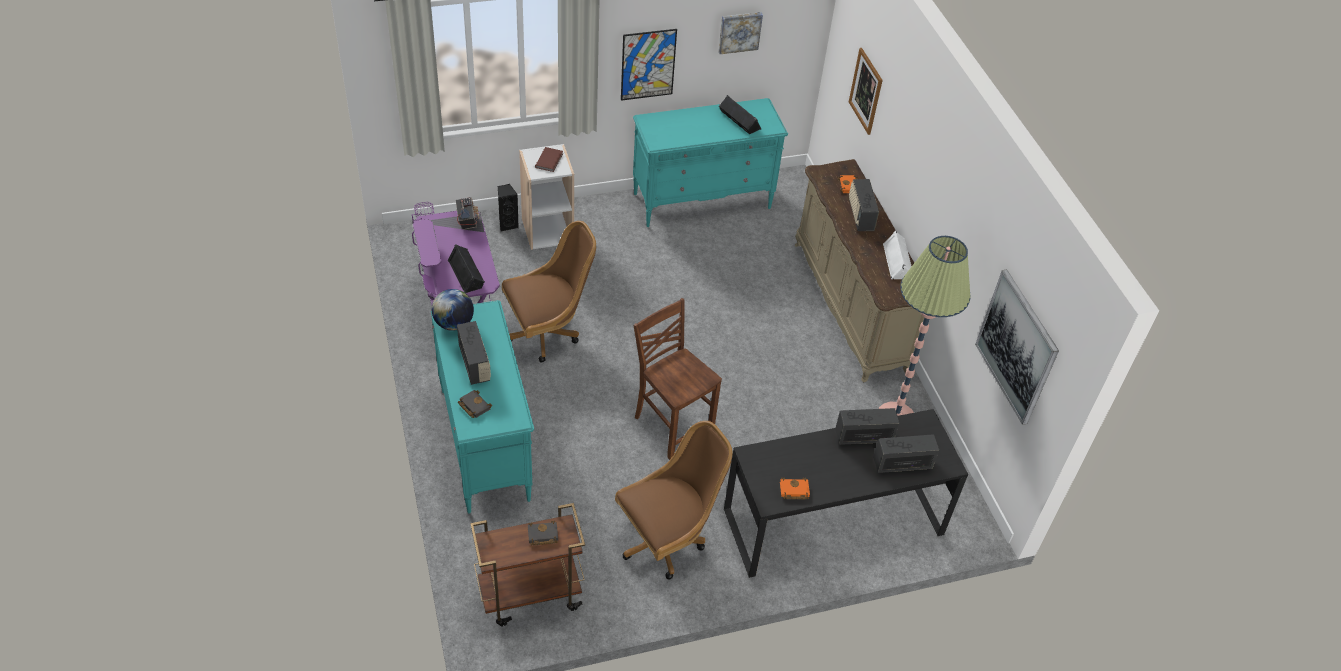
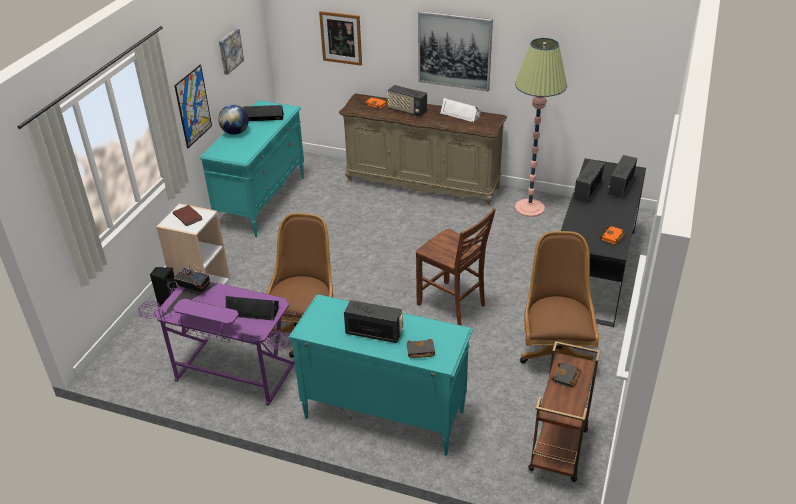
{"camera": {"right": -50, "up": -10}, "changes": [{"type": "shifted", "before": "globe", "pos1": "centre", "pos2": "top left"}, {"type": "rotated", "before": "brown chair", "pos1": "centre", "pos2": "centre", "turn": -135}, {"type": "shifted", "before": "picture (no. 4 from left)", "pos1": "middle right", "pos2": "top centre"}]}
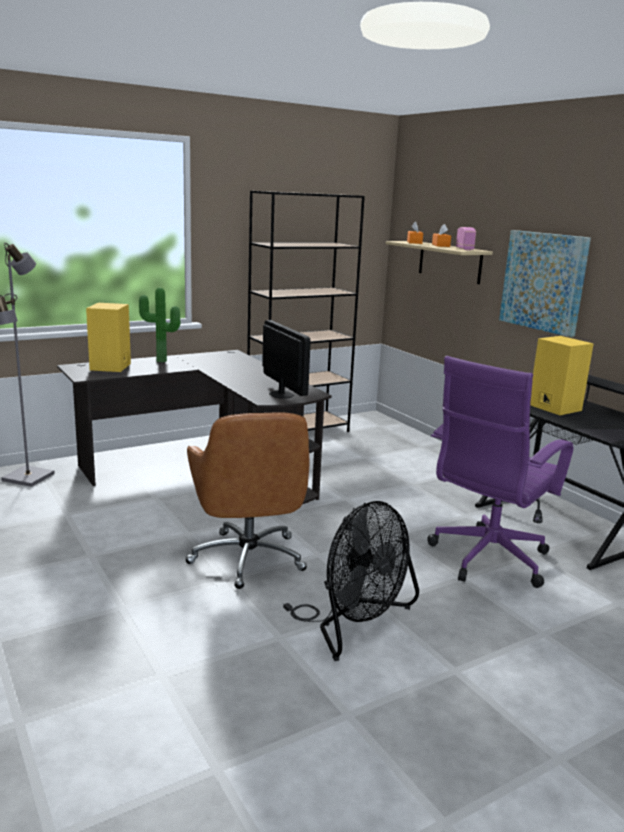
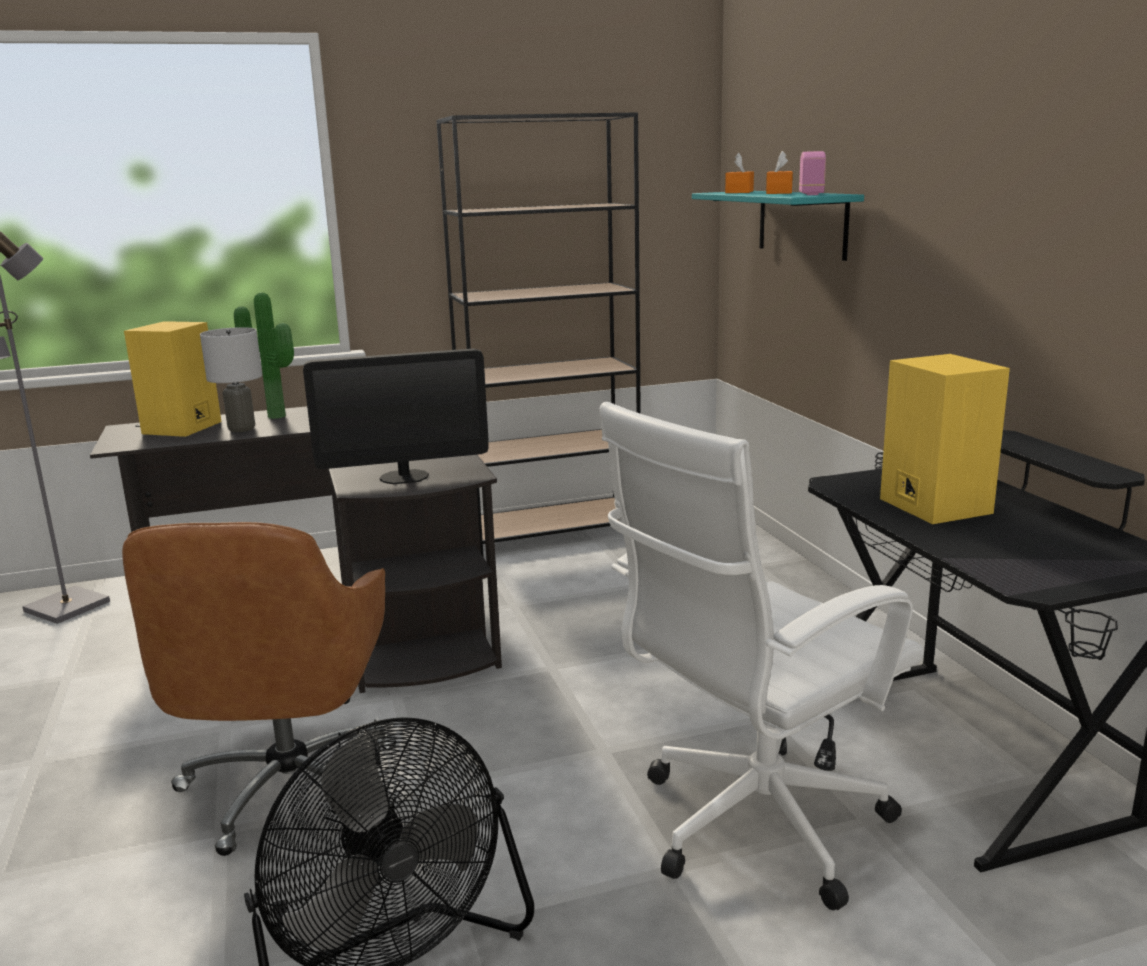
{"camera": {"right": 15, "up": 0}, "changes": [{"type": "rotated", "before": "monitor", "pos1": "centre", "pos2": "centre", "turn": 90}, {"type": "repainted", "before": "beige shelf", "after": "turquoise shelf", "pos1": "top right", "pos2": "top right"}, {"type": "repainted", "before": "purple office chair", "after": "white office chair", "pos1": "middle right", "pos2": "bottom centre"}, {"type": "gone", "before": "picture", "pos1": "middle right"}, {"type": "new", "after": "white table lamp", "pos2": "middle left"}]}
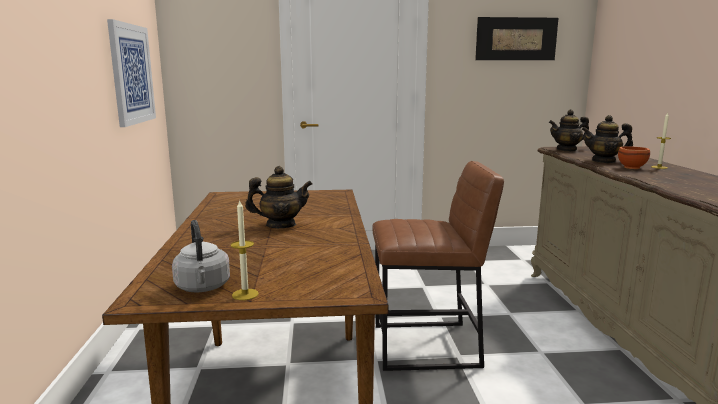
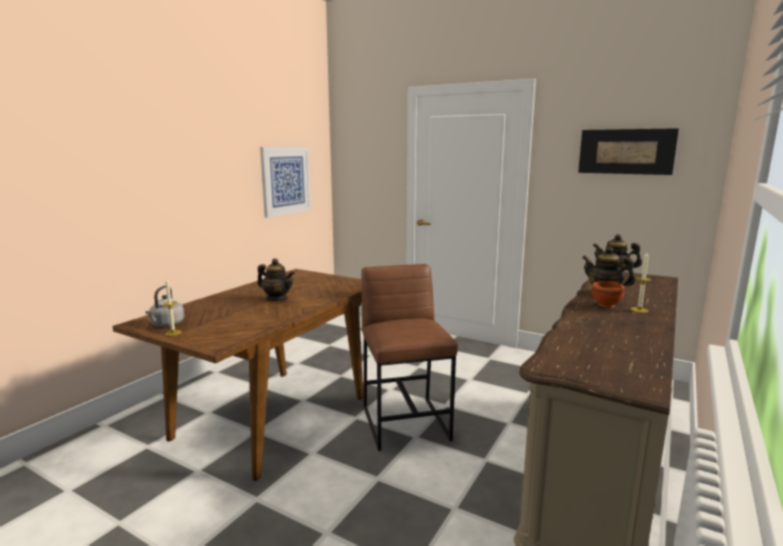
{"camera": {"right": 35, "up": 0}, "changes": [{"type": "rotated", "before": "brown chair", "pos1": "centre", "pos2": "centre", "turn": -135}]}
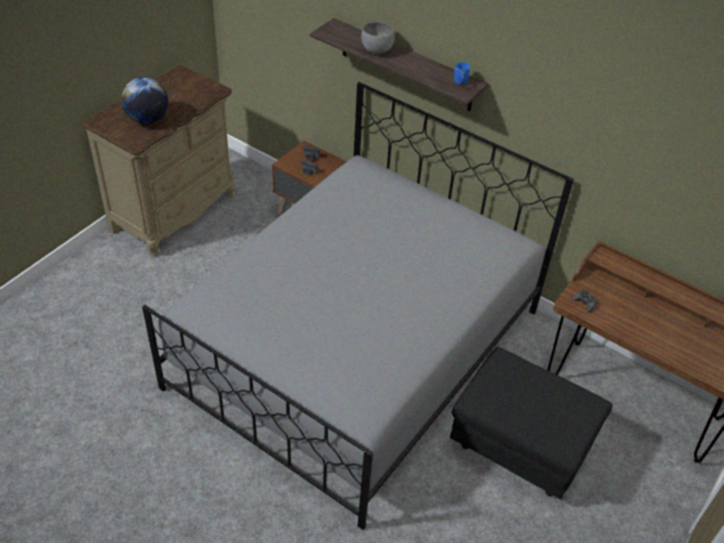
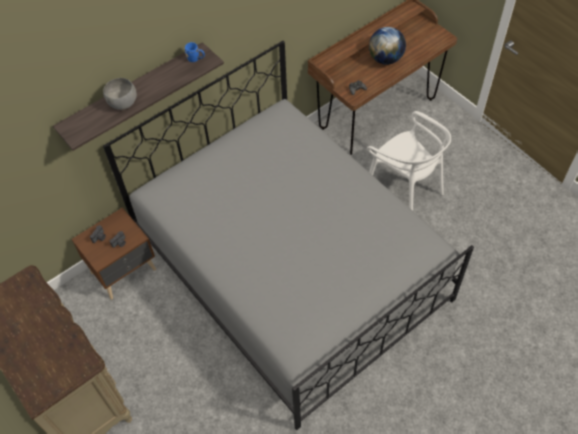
{"camera": {"right": -70, "up": 10}, "changes": [{"type": "shifted", "before": "globe", "pos1": "top left", "pos2": "top right"}, {"type": "swapped", "before": "black ottoman", "after": "white chair", "pos1": "bottom right", "pos2": "middle right"}]}
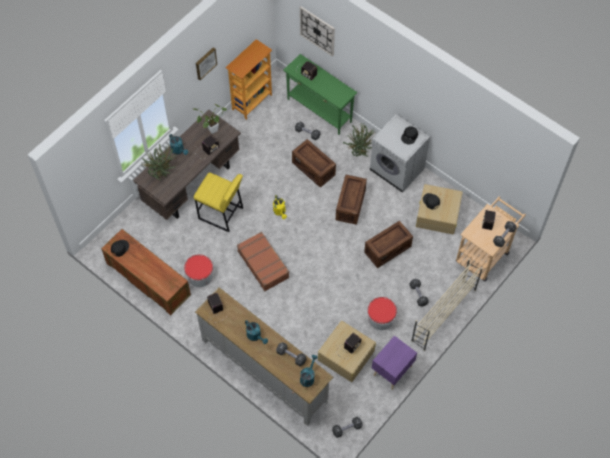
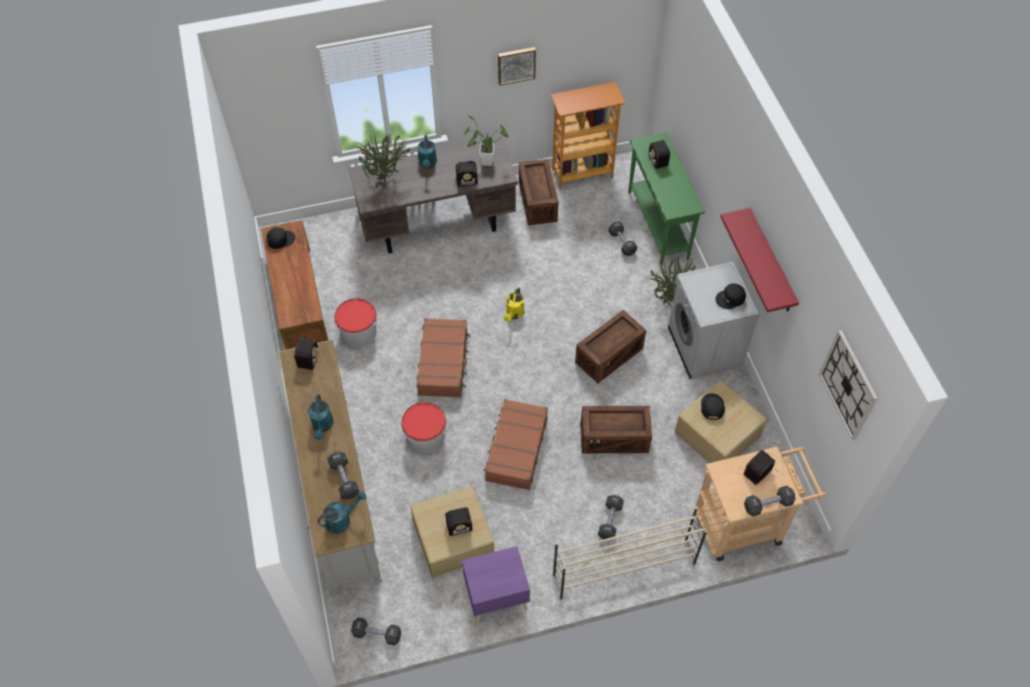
{"camera": {"right": 35, "up": -5}, "changes": [{"type": "gone", "before": "yellow chair", "pos1": "centre"}, {"type": "shifted", "before": "crate (no. 1 from left)", "pos1": "centre", "pos2": "top centre"}, {"type": "shifted", "before": "wall clock", "pos1": "top centre", "pos2": "middle right"}, {"type": "shifted", "before": "bucket (no. 2 from left)", "pos1": "bottom centre", "pos2": "centre"}, {"type": "new", "after": "brown suitcase (no. 2 from left)", "pos2": "centre"}, {"type": "new", "after": "red shelf", "pos2": "middle right"}]}
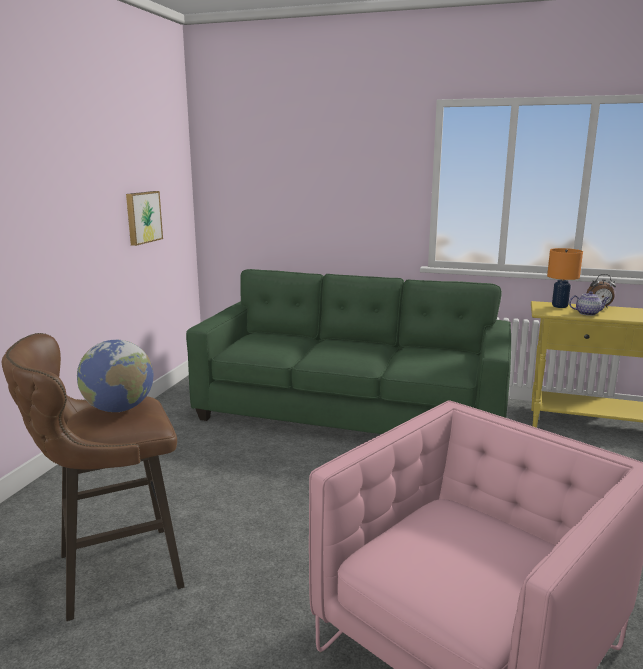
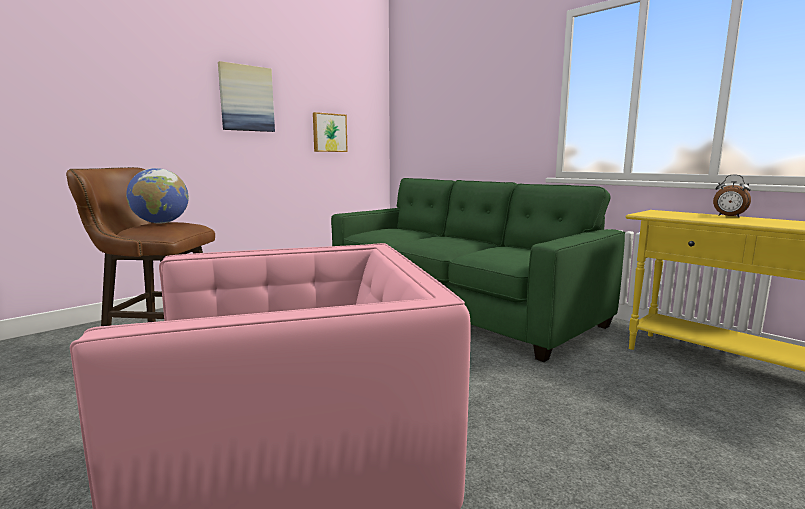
{"camera": {"right": 30, "up": -5}, "changes": [{"type": "gone", "before": "orange table lamp", "pos1": "middle right"}, {"type": "gone", "before": "teapot", "pos1": "middle right"}, {"type": "new", "after": "picture (no. 1 from left)", "pos2": "top left"}]}
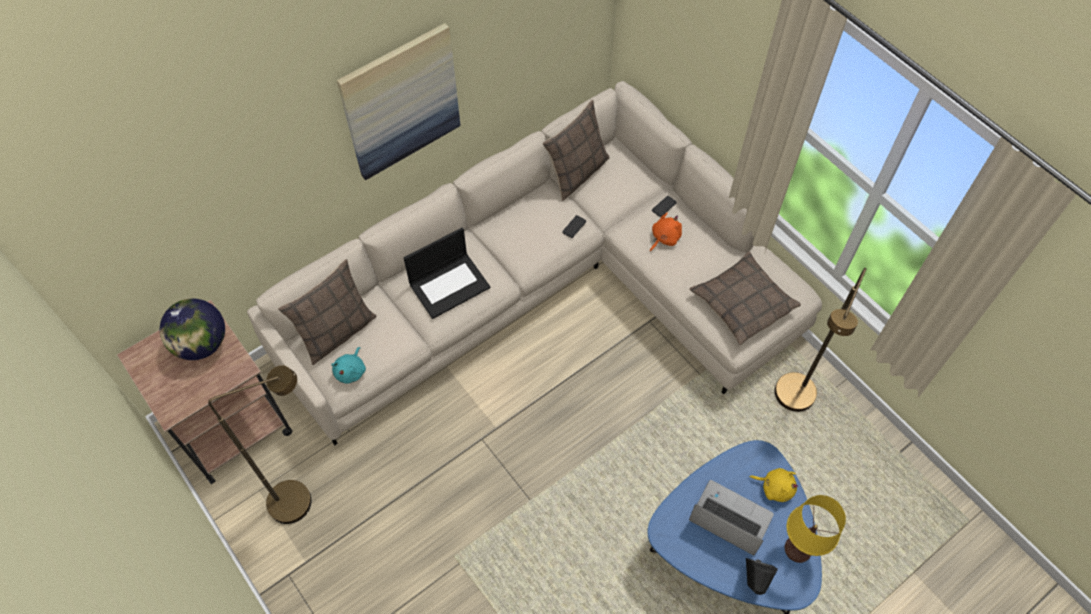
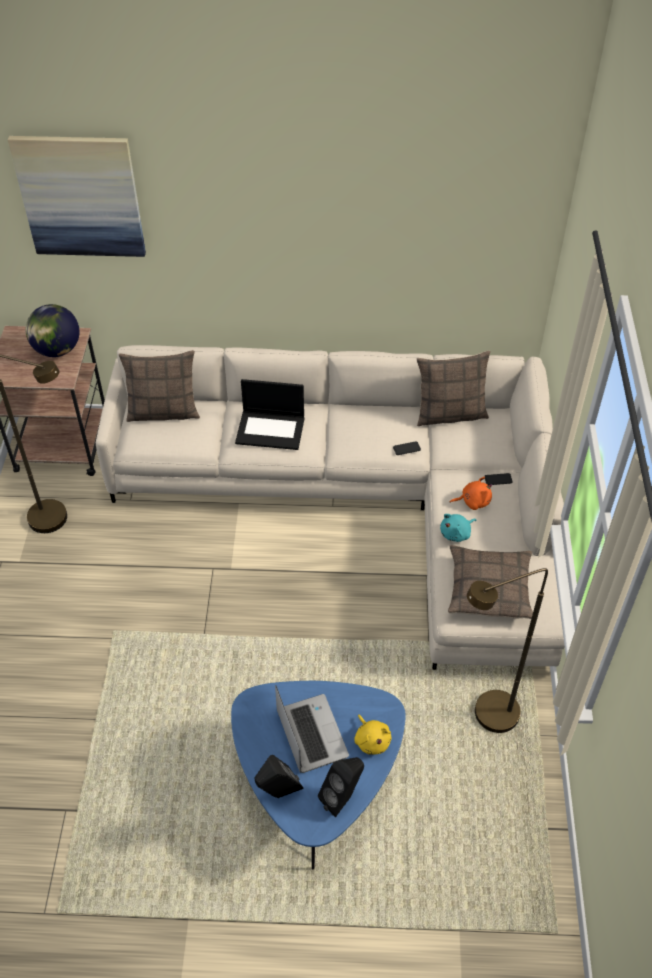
{"camera": {"right": 40, "up": -10}, "changes": [{"type": "shifted", "before": "turquoise plush toy", "pos1": "middle left", "pos2": "middle right"}, {"type": "shifted", "before": "picture", "pos1": "top centre", "pos2": "top left"}, {"type": "swapped", "before": "yellow table lamp", "after": "black speaker (no. 2 from left)", "pos1": "bottom right", "pos2": "bottom centre"}]}
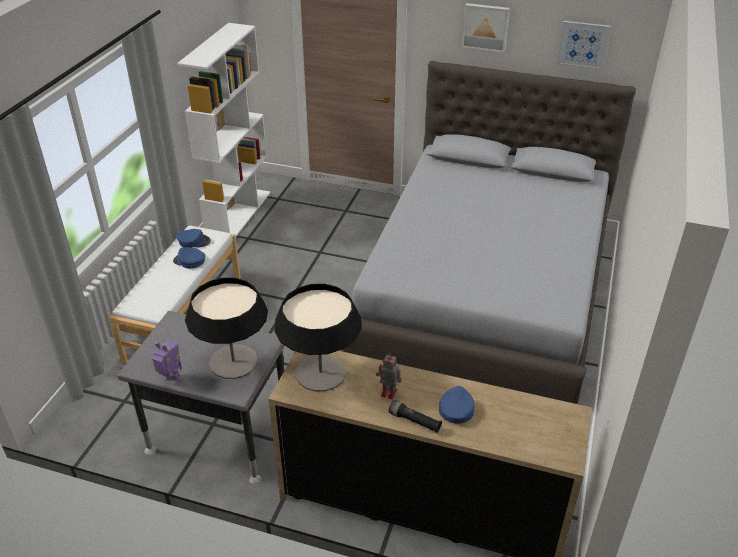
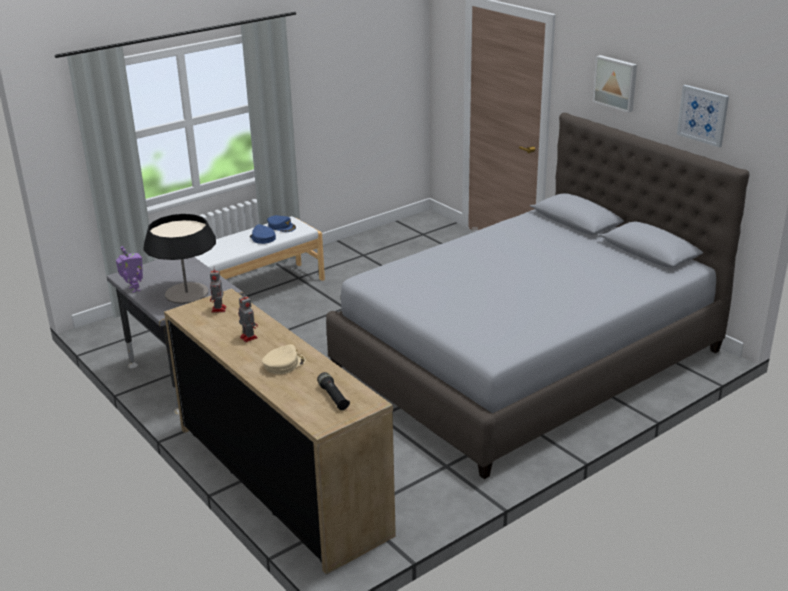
{"camera": {"right": 35, "up": -10}, "changes": [{"type": "gone", "before": "white bookcase", "pos1": "top left"}, {"type": "swapped", "before": "table lamp (no. 2 from left)", "after": "toy robot (no. 2 from left)", "pos1": "centre", "pos2": "middle left"}, {"type": "shifted", "before": "black flashlight", "pos1": "bottom centre", "pos2": "centre"}, {"type": "repainted", "before": "blue cap (no. 3 from left)", "after": "beige cap", "pos1": "bottom centre", "pos2": "centre"}]}
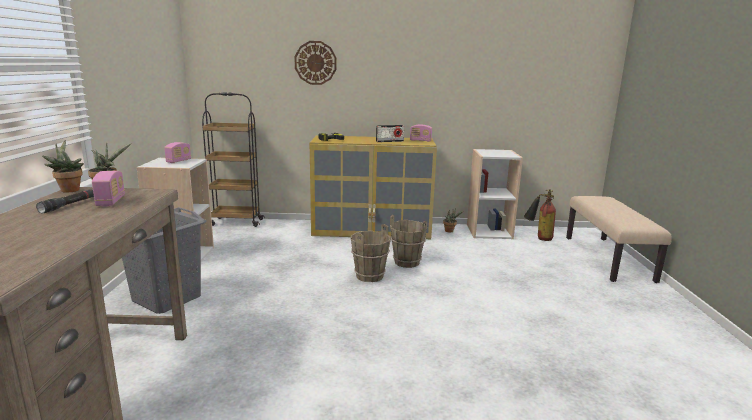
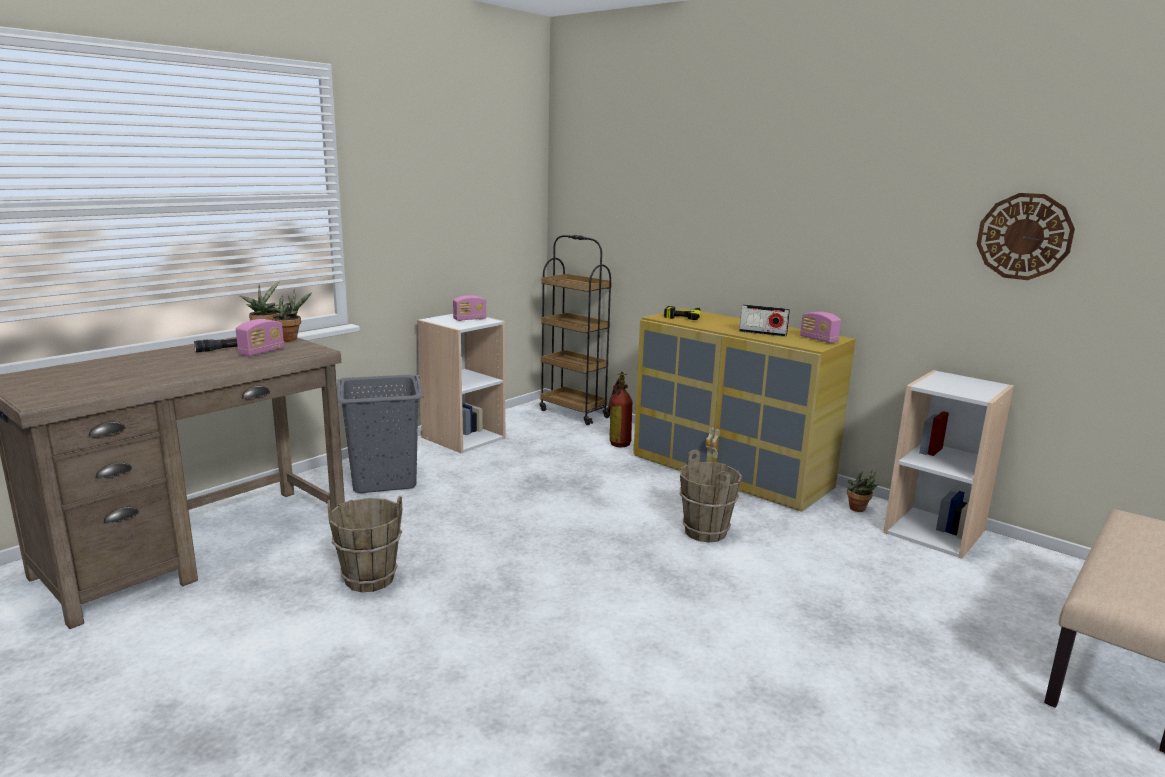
{"camera": {"right": 40, "up": 0}, "changes": [{"type": "shifted", "before": "wall clock", "pos1": "top centre", "pos2": "top right"}, {"type": "shifted", "before": "brown bucket (no. 1 from left)", "pos1": "centre", "pos2": "bottom left"}, {"type": "shifted", "before": "fire extinguisher", "pos1": "middle right", "pos2": "centre"}]}
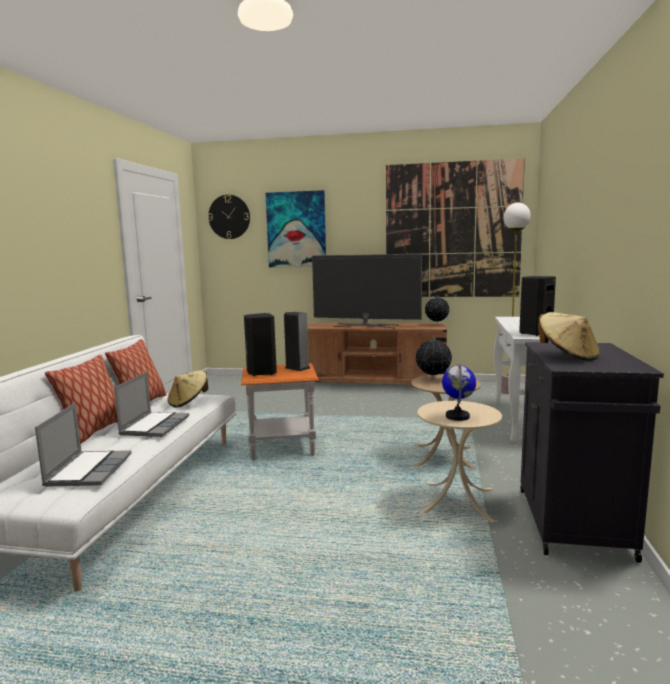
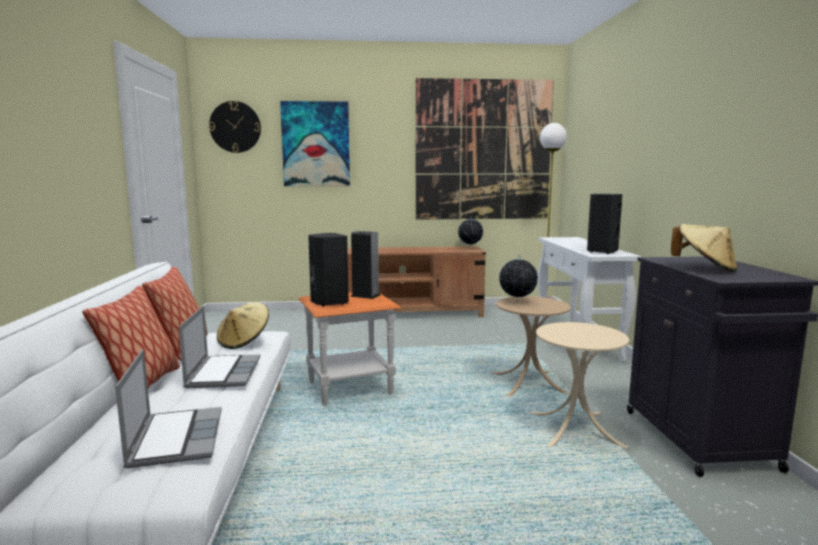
{"camera": {"right": -15, "up": 0}, "changes": [{"type": "gone", "before": "television", "pos1": "centre"}, {"type": "gone", "before": "globe (no. 3 from left)", "pos1": "middle right"}]}
